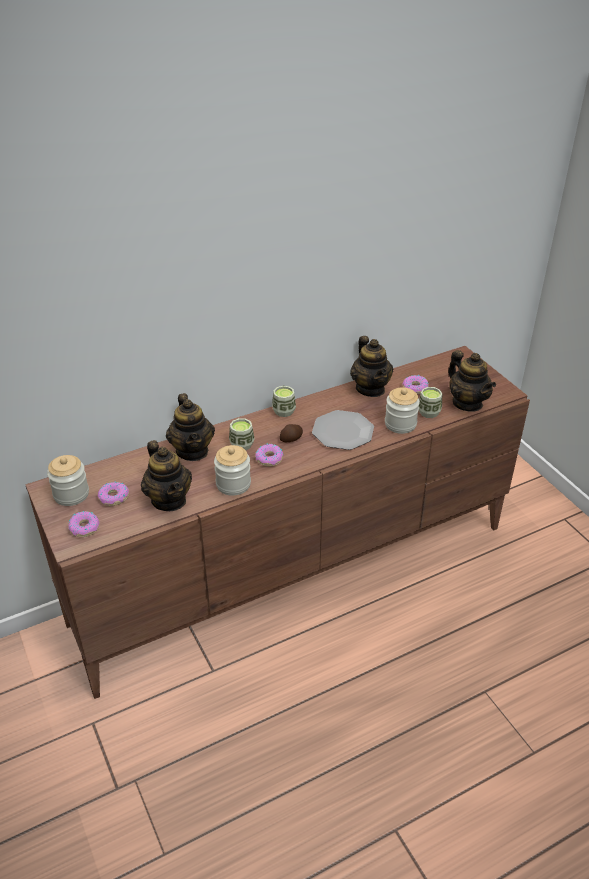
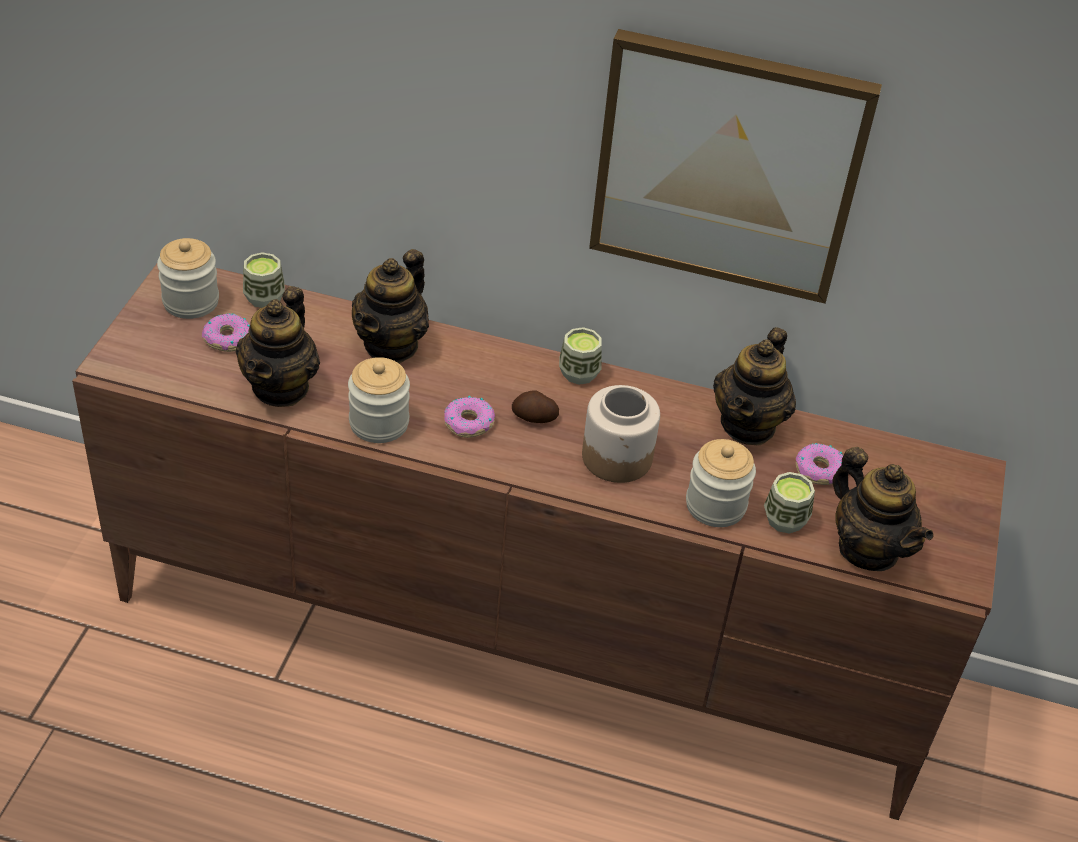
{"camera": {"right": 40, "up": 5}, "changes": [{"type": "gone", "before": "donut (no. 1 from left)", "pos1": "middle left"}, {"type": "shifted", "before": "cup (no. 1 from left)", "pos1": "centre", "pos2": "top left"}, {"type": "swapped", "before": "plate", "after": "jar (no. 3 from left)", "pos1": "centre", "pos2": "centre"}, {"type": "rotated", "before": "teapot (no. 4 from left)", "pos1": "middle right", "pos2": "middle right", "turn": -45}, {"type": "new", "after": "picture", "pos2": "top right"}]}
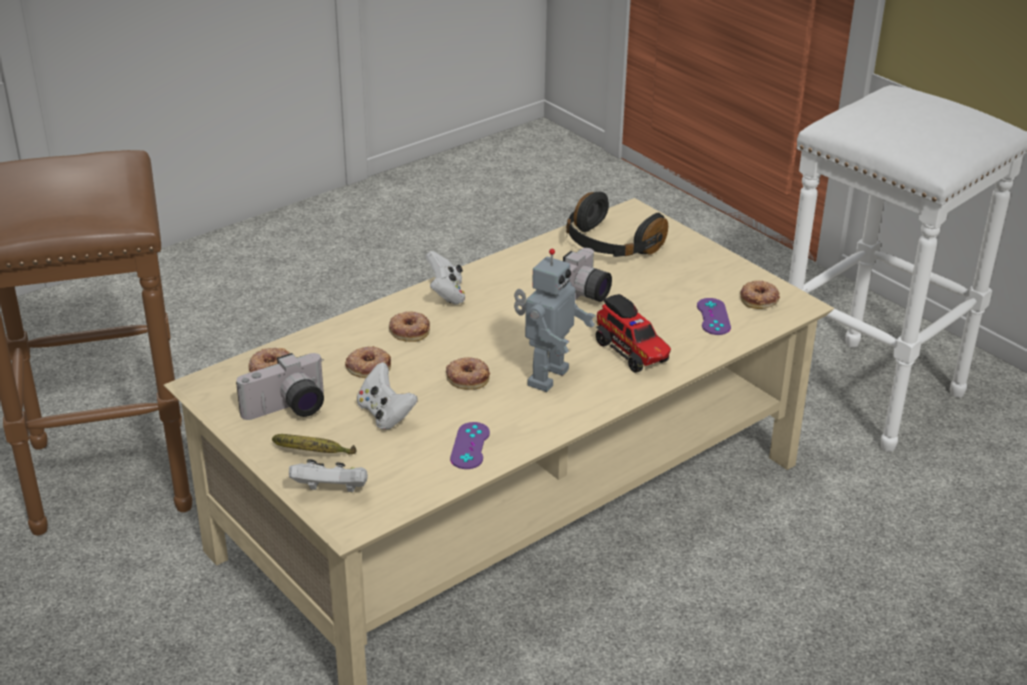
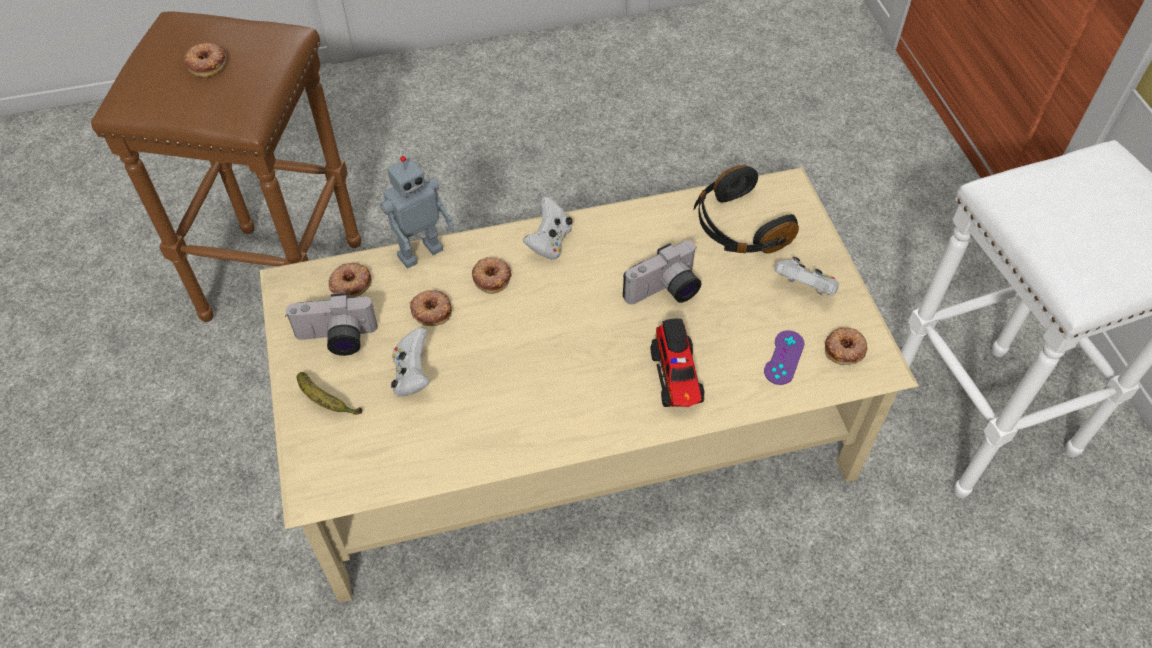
{"camera": {"right": 25, "up": 20}, "changes": [{"type": "shifted", "before": "white game controller (no. 1 from left in the first image)", "after": "white game controller (no. 3 from left)", "pos1": "bottom left", "pos2": "middle right"}, {"type": "shifted", "before": "donut (no. 4 from left in the first image)", "after": "donut (no. 1 from left)", "pos1": "centre", "pos2": "top left"}, {"type": "gone", "before": "purple game controller (no. 1 from left)", "pos1": "centre"}, {"type": "shifted", "before": "toy robot", "pos1": "centre", "pos2": "top centre"}]}
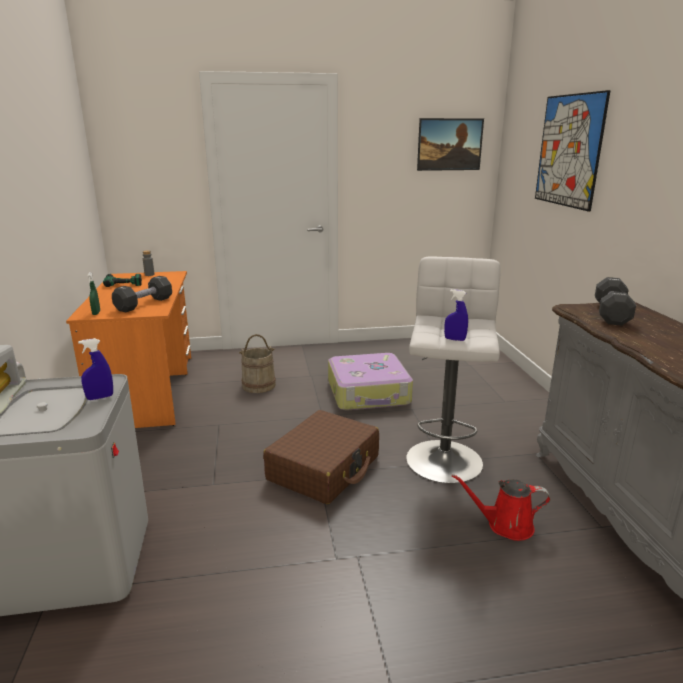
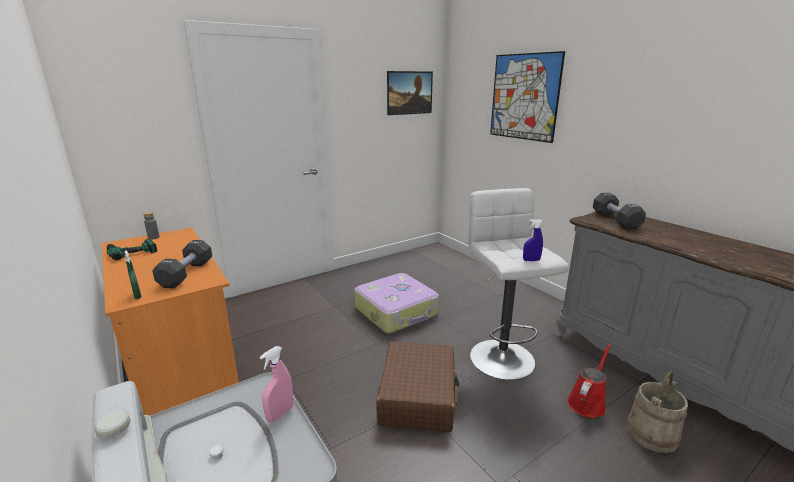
{"camera": {"right": -25, "up": 0}, "changes": [{"type": "repainted", "before": "blue spray bottle (no. 1 from left)", "after": "pink spray bottle", "pos1": "middle left", "pos2": "bottom centre"}, {"type": "shifted", "before": "beige bucket", "pos1": "centre", "pos2": "bottom right"}, {"type": "rotated", "before": "red watering can", "pos1": "bottom right", "pos2": "bottom right", "turn": 150}]}
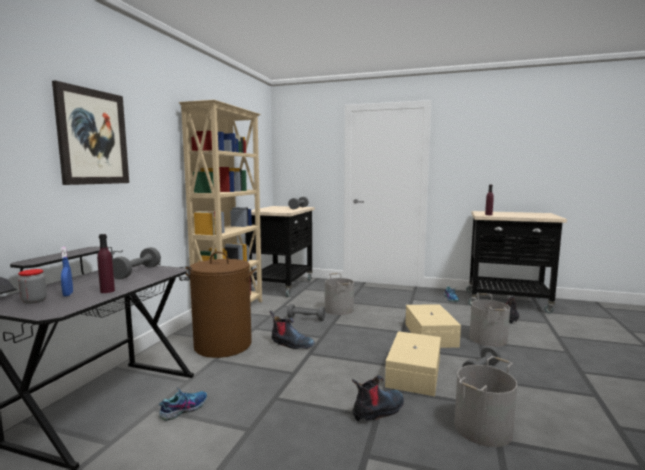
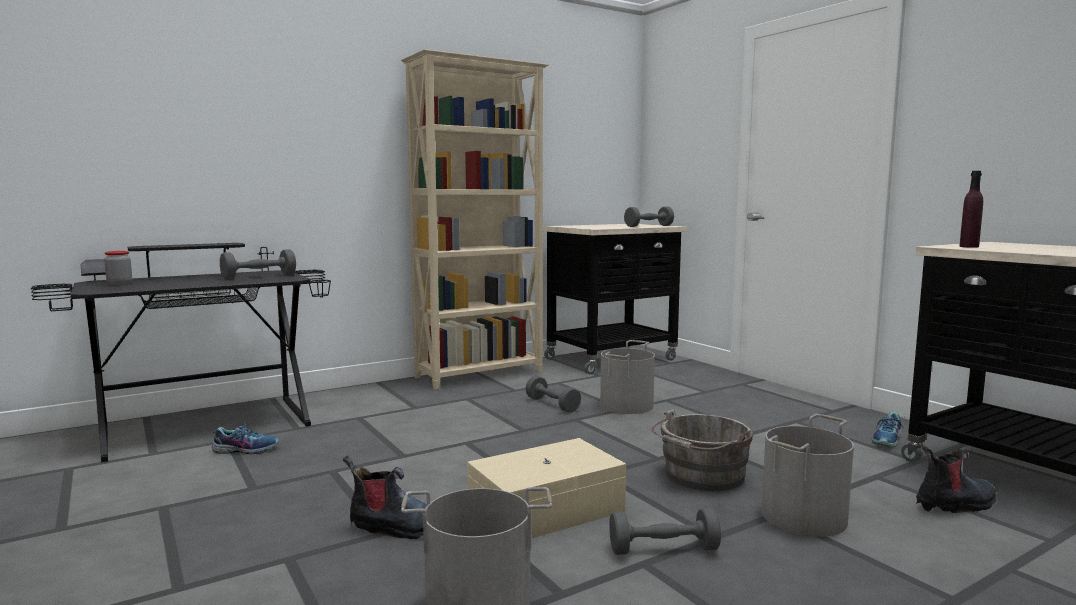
{"camera": {"right": 40, "up": 0}, "changes": [{"type": "gone", "before": "picture", "pos1": "top left"}, {"type": "gone", "before": "blue spray bottle", "pos1": "middle left"}, {"type": "gone", "before": "purple bottle (no. 1 from left)", "pos1": "middle left"}, {"type": "gone", "before": "brown laundry basket", "pos1": "centre"}, {"type": "gone", "before": "boot (no. 1 from left)", "pos1": "bottom centre"}, {"type": "swapped", "before": "beige storage box (no. 2 from left)", "after": "grey bucket (no. 3 from left)", "pos1": "bottom right", "pos2": "bottom centre"}]}
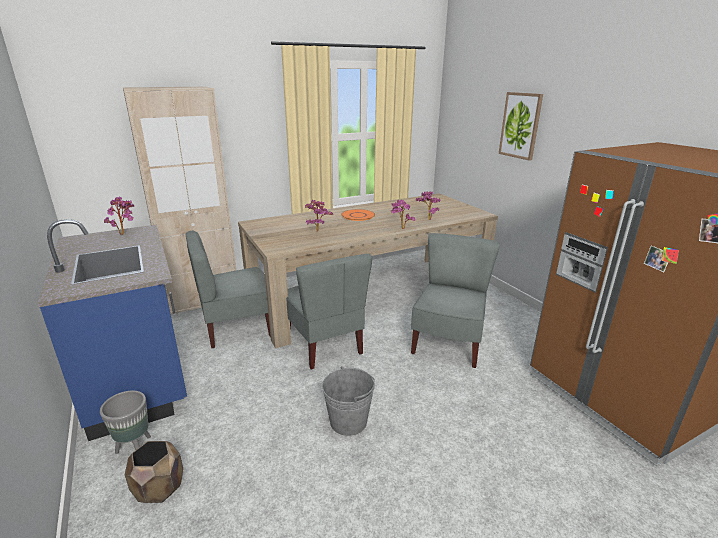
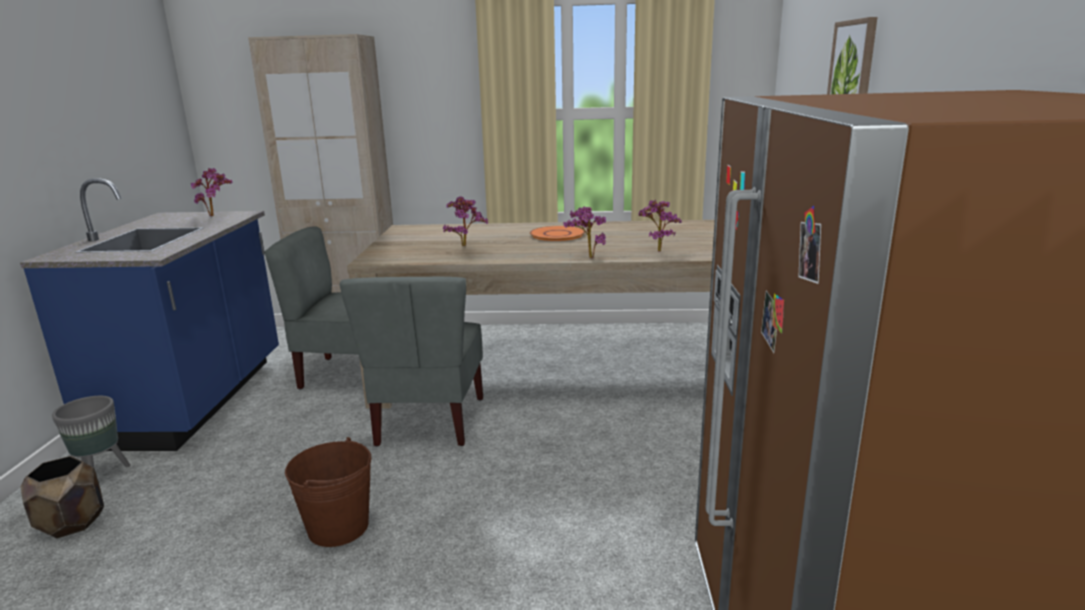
{"camera": {"right": 30, "up": -5}, "changes": [{"type": "repainted", "before": "grey bucket", "after": "brown bucket", "pos1": "bottom centre", "pos2": "bottom left"}, {"type": "gone", "before": "grey chair (no. 3 from left)", "pos1": "centre"}]}
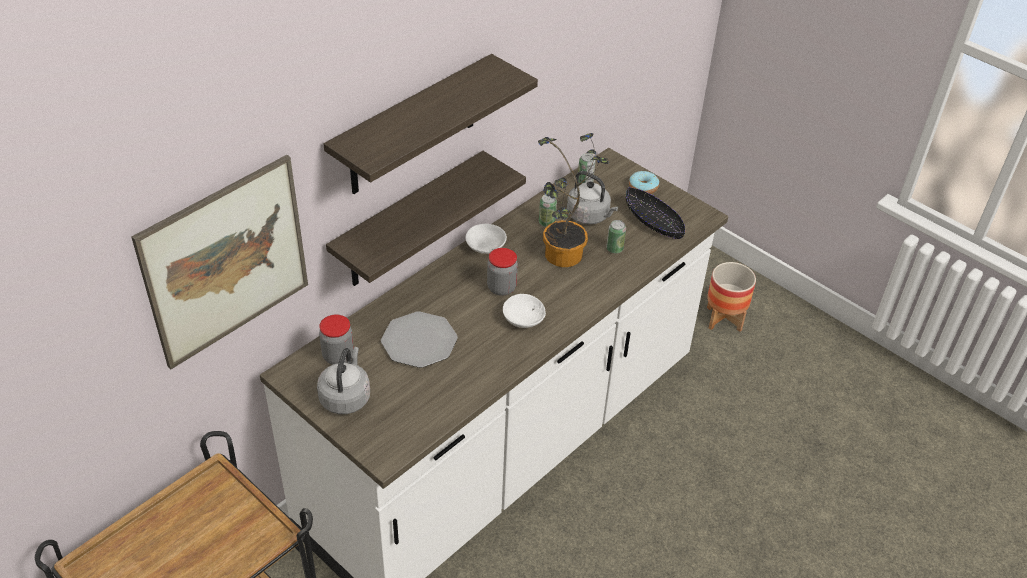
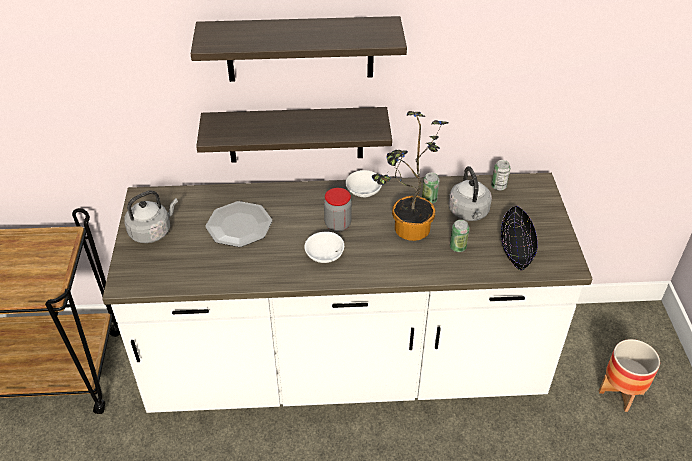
{"camera": {"right": 45, "up": 0}, "changes": [{"type": "gone", "before": "picture", "pos1": "middle left"}, {"type": "gone", "before": "jar (no. 1 from left)", "pos1": "middle left"}, {"type": "gone", "before": "donut", "pos1": "top centre"}]}
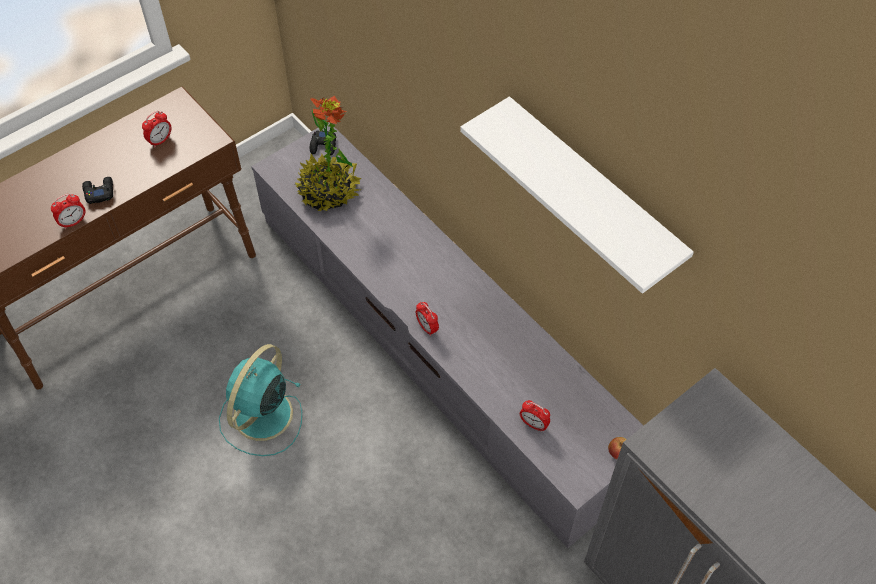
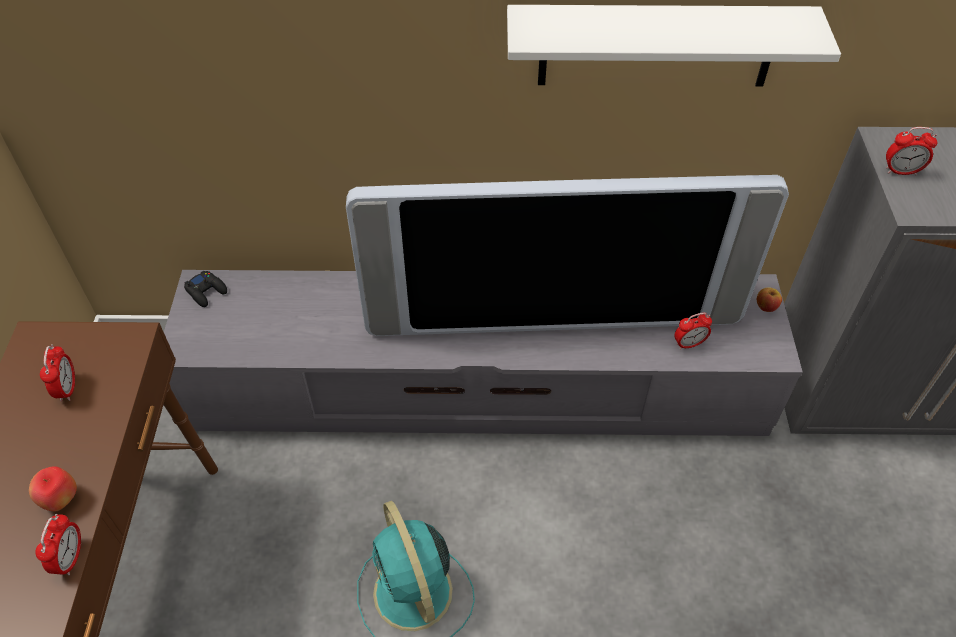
{"camera": {"right": -50, "up": -5}, "changes": [{"type": "swapped", "before": "black game controller (no. 1 from left)", "after": "apple (no. 1 from left)", "pos1": "top left", "pos2": "bottom left"}, {"type": "gone", "before": "potted plant", "pos1": "top centre"}, {"type": "shifted", "before": "alarm clock (no. 3 from left in the first image)", "after": "alarm clock (no. 4 from left)", "pos1": "centre", "pos2": "top right"}, {"type": "new", "after": "television", "pos2": "centre"}]}
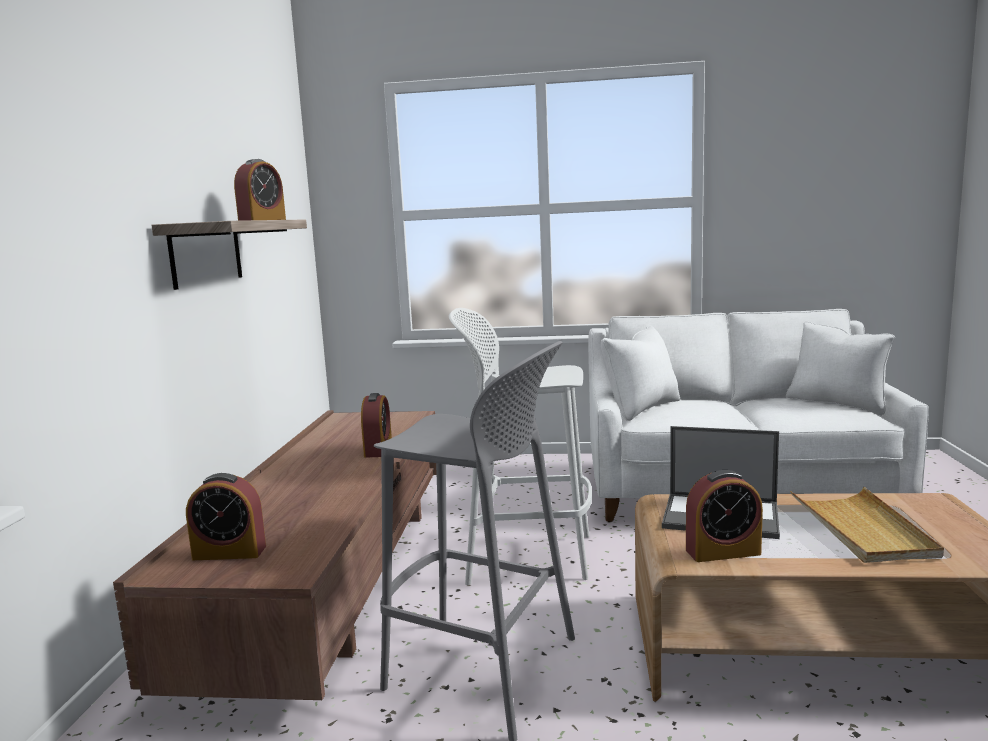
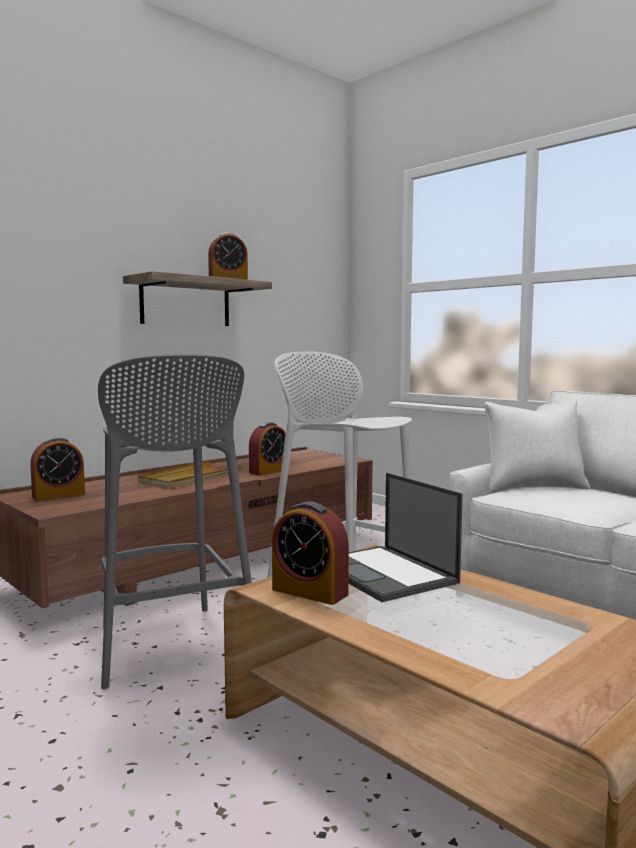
{"camera": {"right": 40, "up": -5}, "changes": [{"type": "rotated", "before": "alarm clock (no. 1 from left)", "pos1": "bottom left", "pos2": "middle left", "turn": -75}, {"type": "shifted", "before": "beige tray", "pos1": "bottom right", "pos2": "middle left"}]}
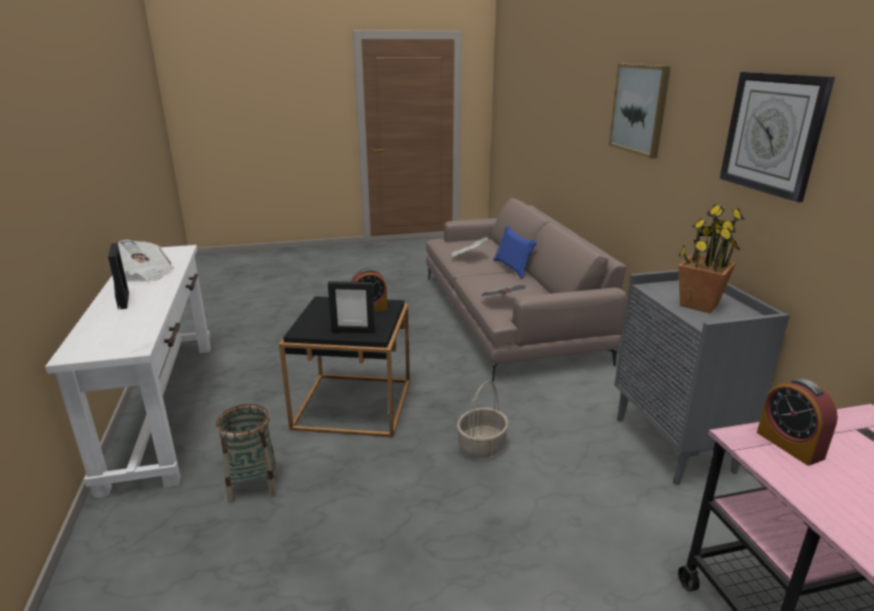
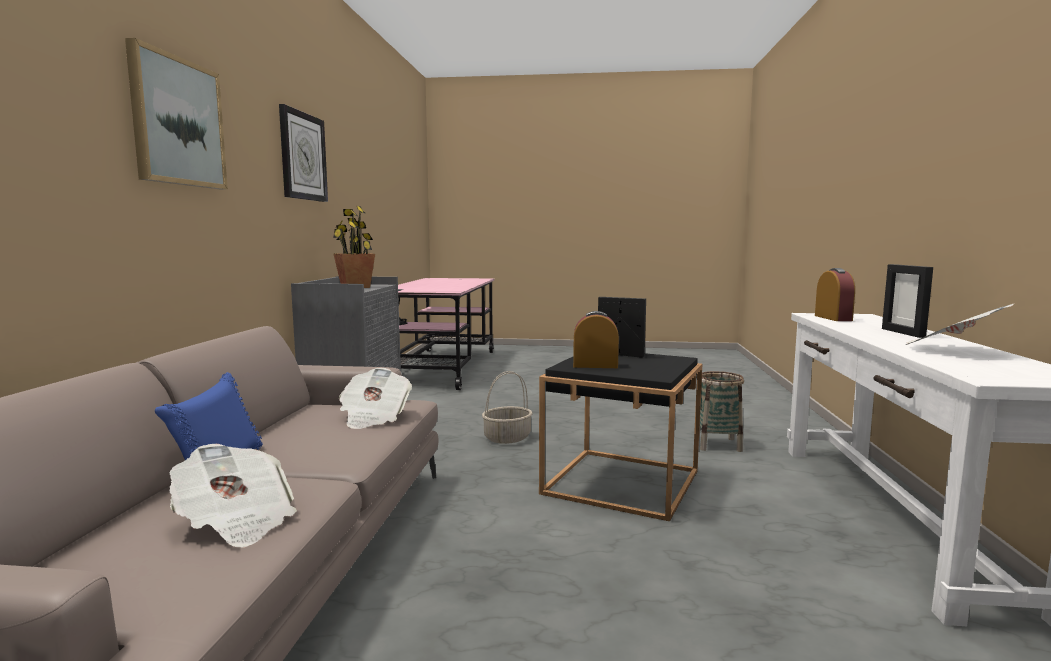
{"camera": {"right": -160, "up": -15}, "changes": [{"type": "shifted", "before": "alarm clock (no. 2 from left)", "pos1": "bottom right", "pos2": "middle right"}]}
